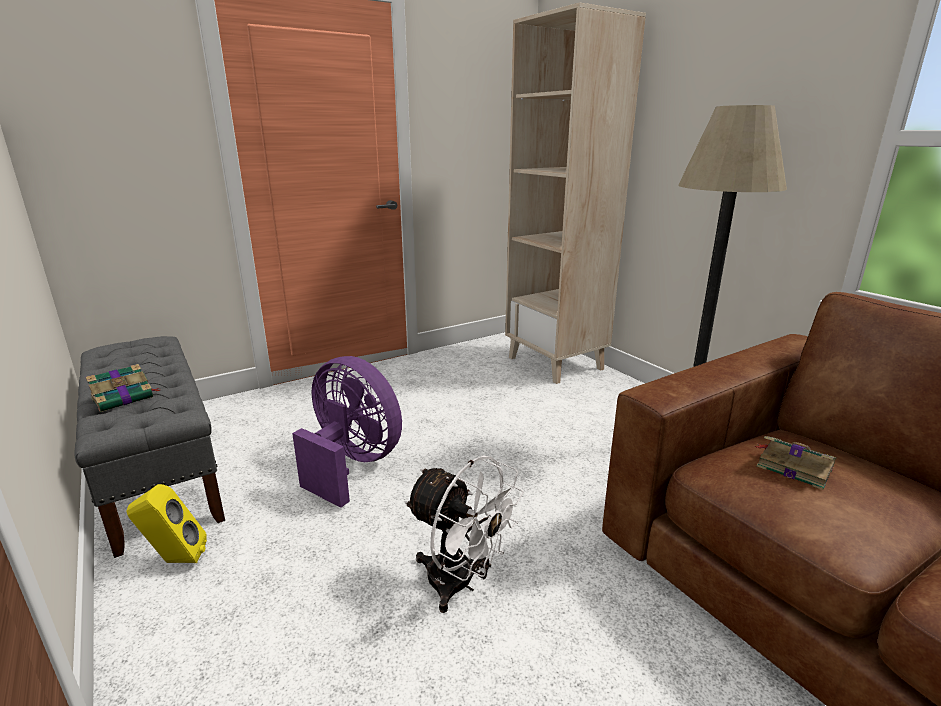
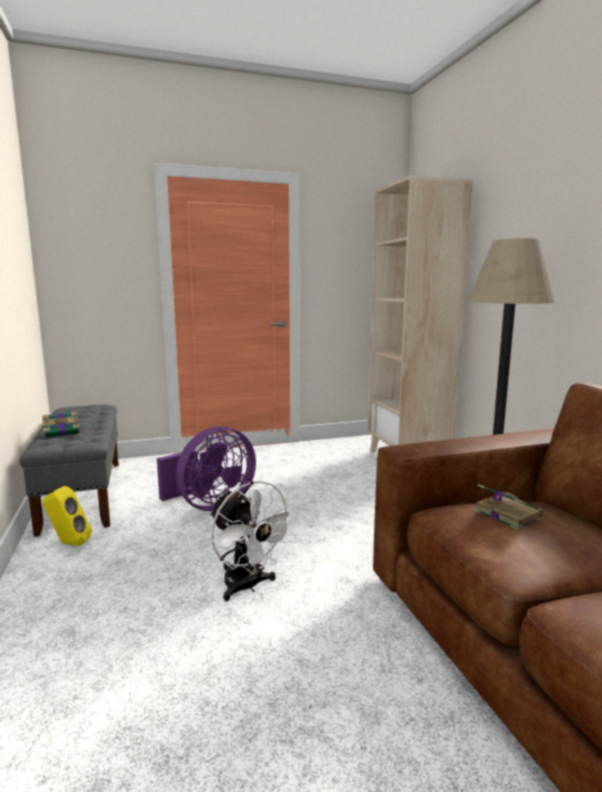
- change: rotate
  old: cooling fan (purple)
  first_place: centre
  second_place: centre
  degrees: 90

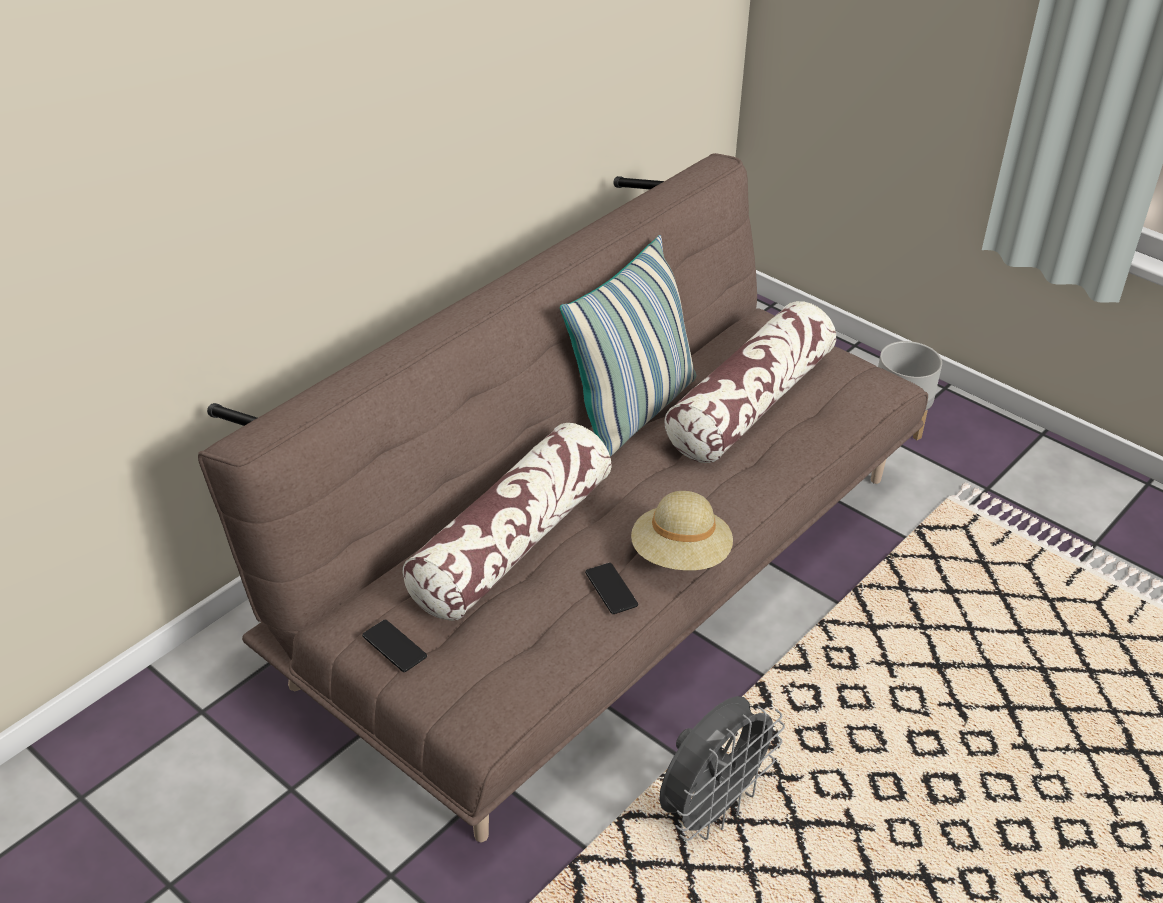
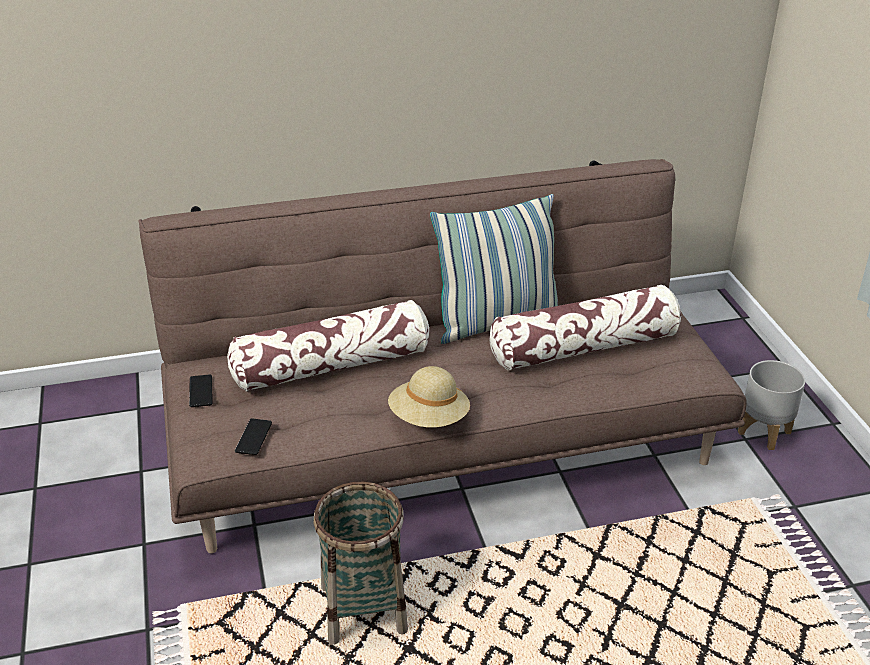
- change: move
  old: handset (2nd from left)
  first_place: centre
  second_place: middle left
- change: replace
  old: cooling fan (gray)
  new: basket
  first_place: bottom centre
  second_place: bottom centre

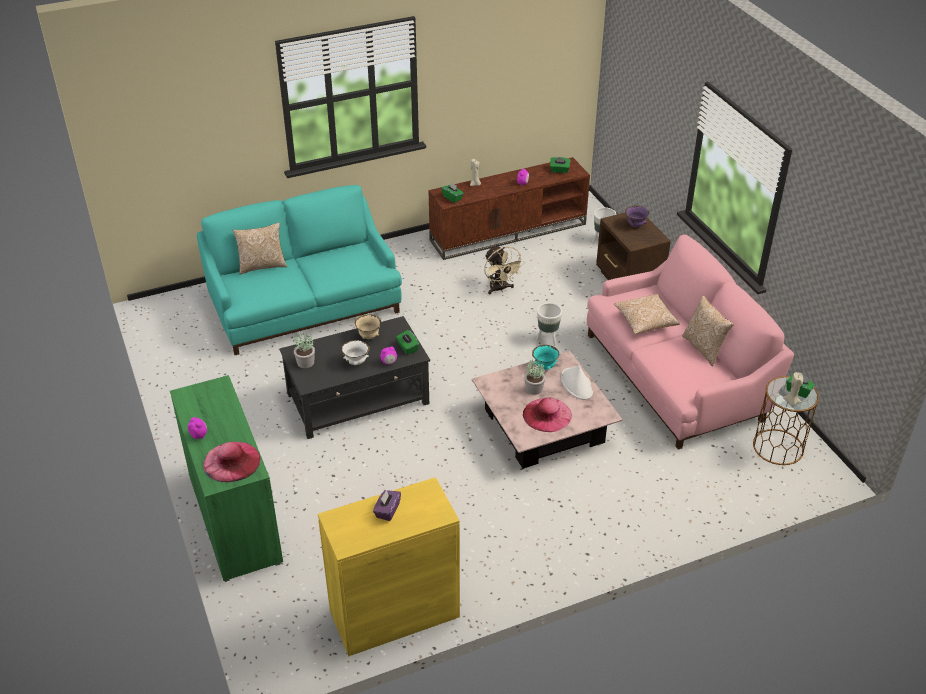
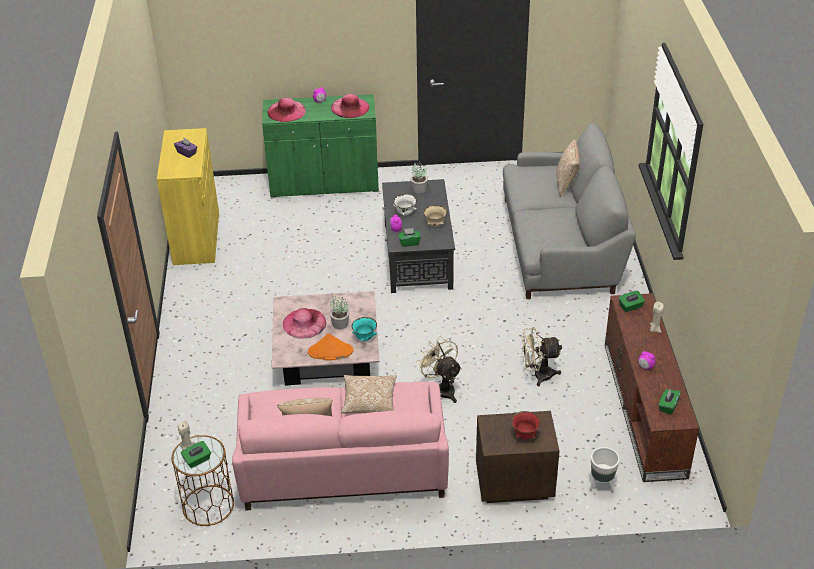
- change: insert
  new: clothing hat (pink-coloured) (3rd from left)
  second_place: top centre
- change: replace
  old: planter (white-coloured) (1st from left)
  new: cooling fan (beige-coloured) (1st from left)
  first_place: centre
  second_place: centre
- change: recolor
  old: settee (turquoise)
  new: settee (gray)
  first_place: middle left
  second_place: middle right
- change: recolor
  old: clothing hat (white-coloured)
  new: clothing hat (orange)
  first_place: centre
  second_place: centre
- change: recolor
  old: bowl (purple)
  new: bowl (red)
  first_place: top right
  second_place: bottom centre

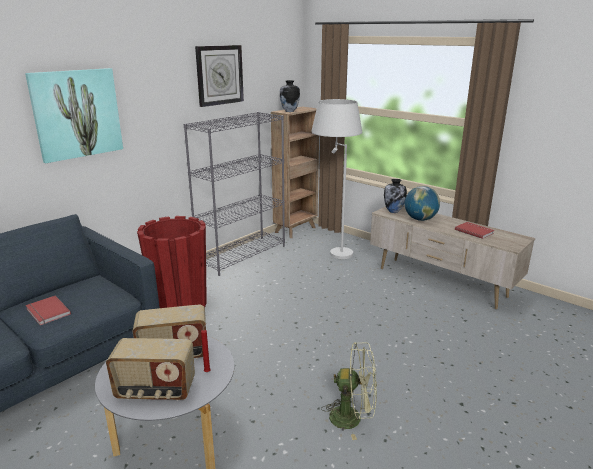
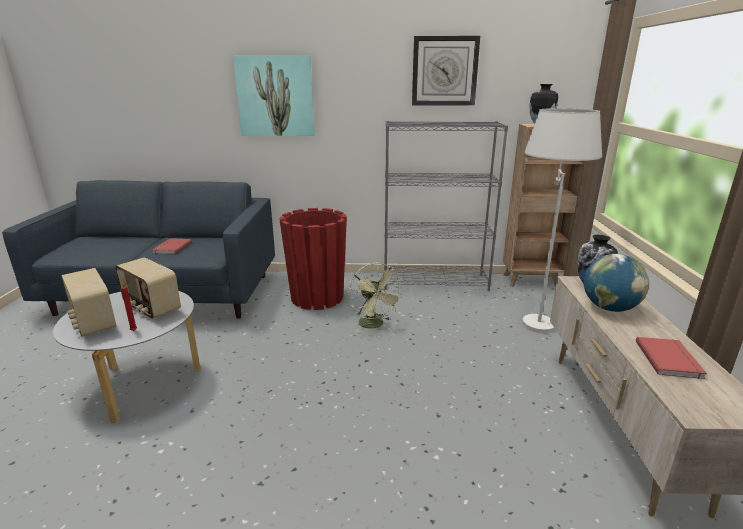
- change: move
  old: cooling fan (green-coloured)
  first_place: bottom centre
  second_place: centre

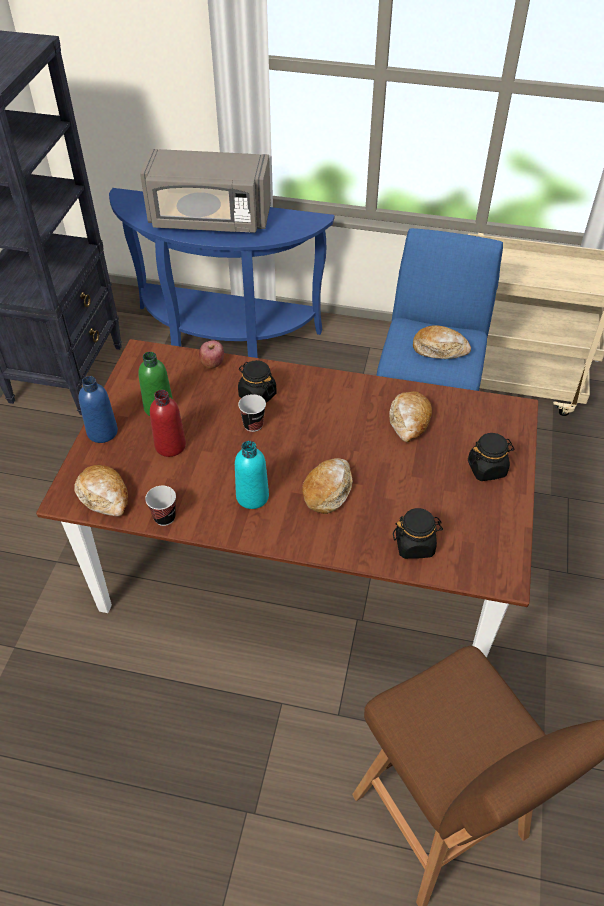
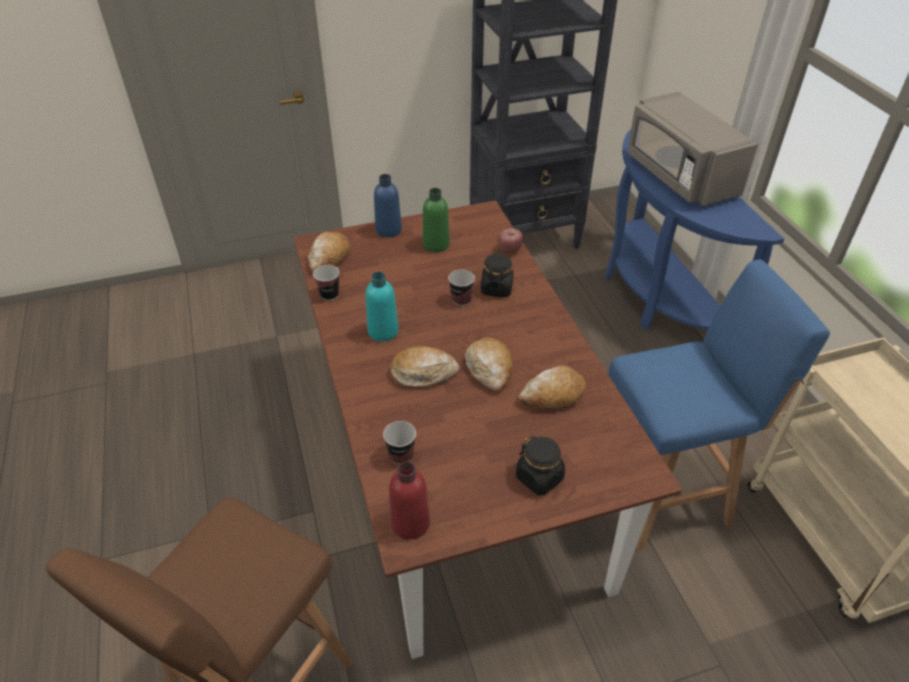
- change: move
  old: beverage bottle (red)
  first_place: middle left
  second_place: bottom centre
- change: move
  old: baked bread (4th from left in the first image)
  new: baked bread (3rd from left)
  first_place: middle right
  second_place: centre
- change: replace
  old: preserve jar (black) (2nd from left)
  new: small cup (2nd from left)
  first_place: middle right
  second_place: centre

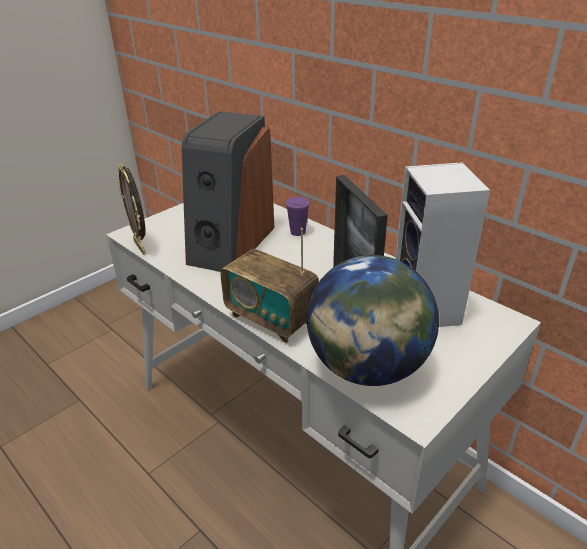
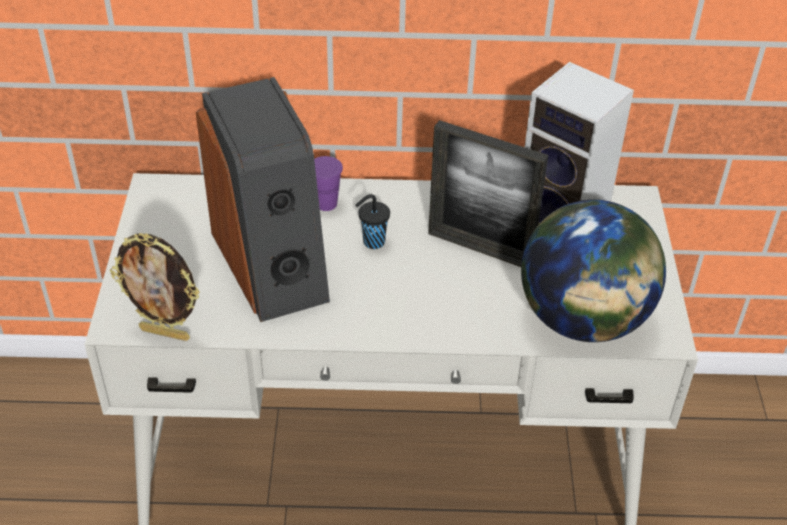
- change: delete
  old: radio set
  first_place: centre
- change: insert
  new: small cup (black)
  second_place: centre

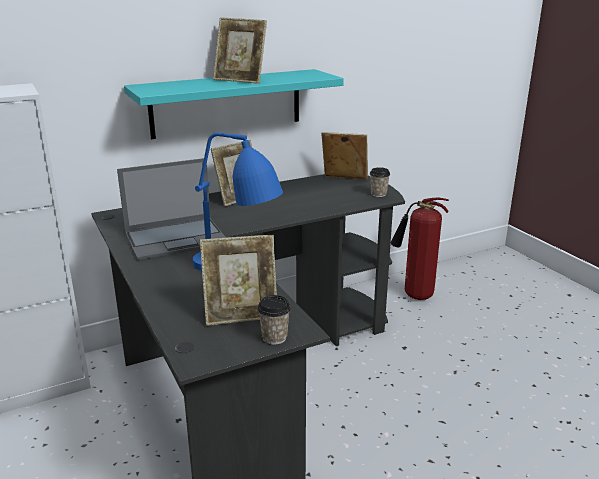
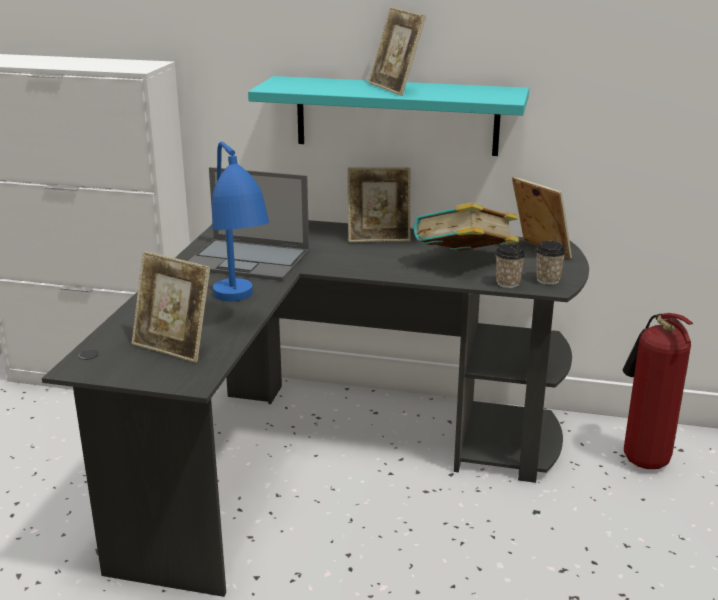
- change: insert
  new: volume
  second_place: centre
- change: move
  old: small cup (1st from left)
  first_place: bottom centre
  second_place: middle right

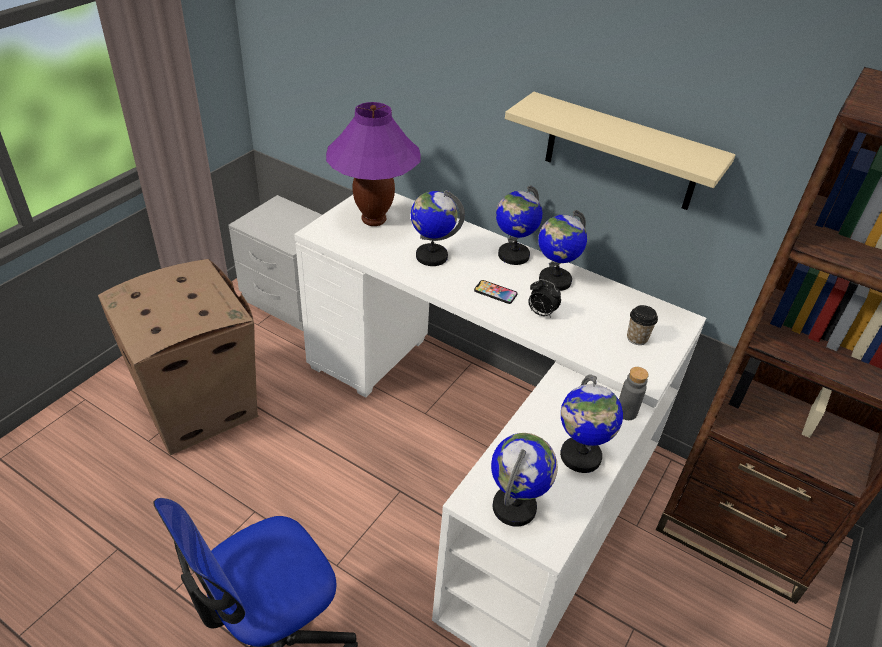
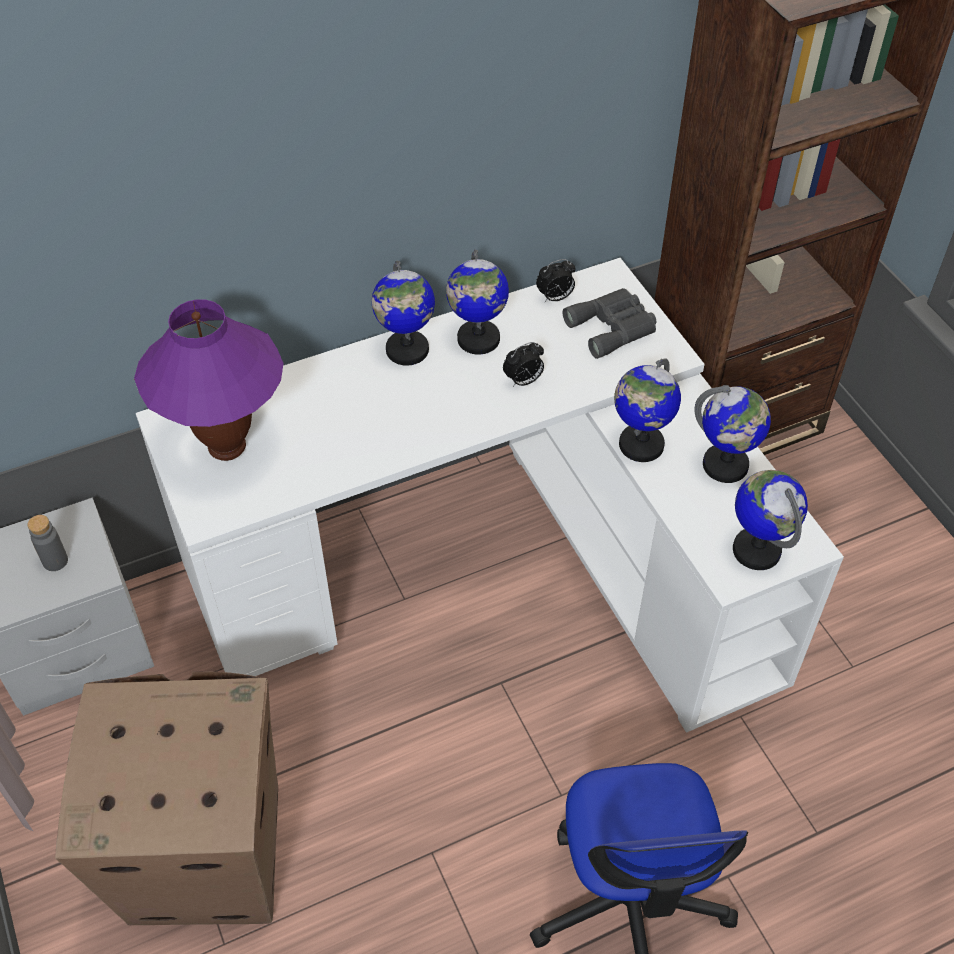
- change: delete
  old: handset
  first_place: centre
- change: delete
  old: bracket shelf (beige-coloured)
  first_place: top right
- change: insert
  new: bedside clock (2nd from left)
  second_place: top centre
- change: move
  old: globe (1st from left in the first image)
  new: globe (3rd from left)
  first_place: centre
  second_place: middle right
- change: move
  old: beverage bottle (gray)
  first_place: middle right
  second_place: middle left
- change: replace
  old: small cup
  new: binoculars (gray)
  first_place: middle right
  second_place: centre

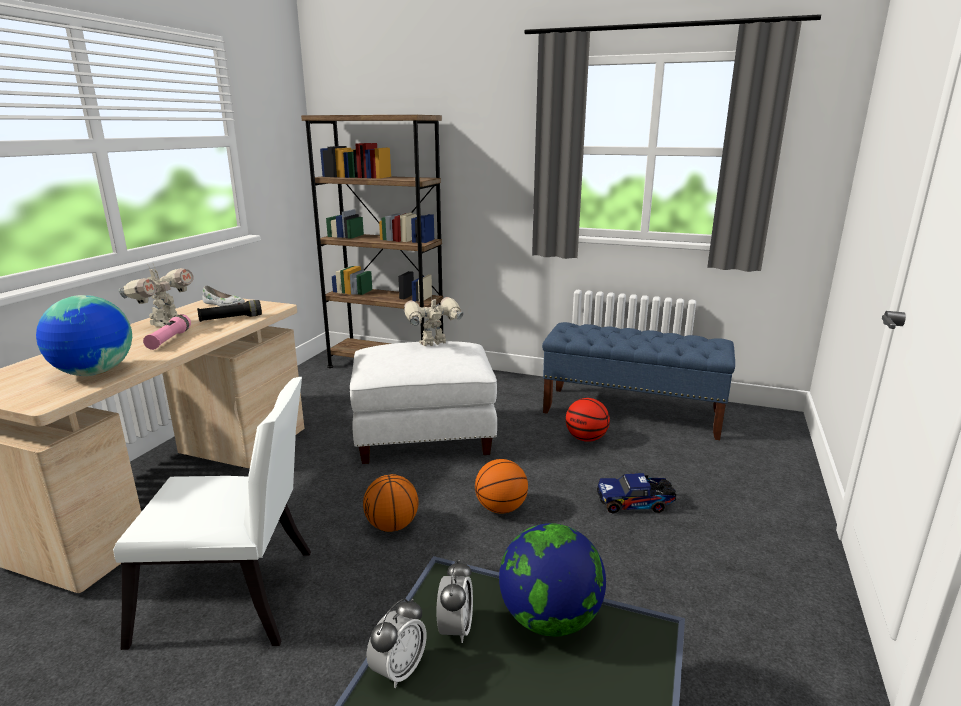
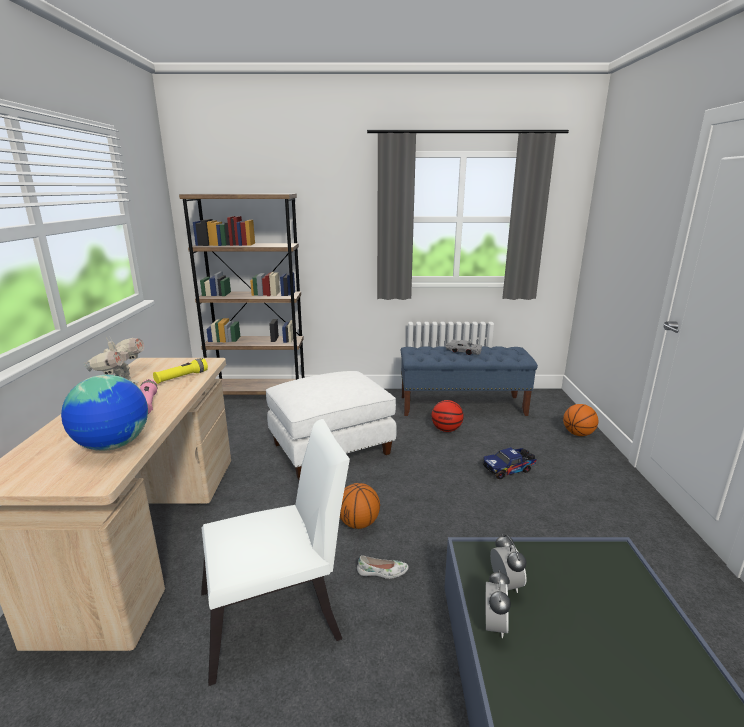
- change: delete
  old: toy robot (2nd from left)
  first_place: centre
- change: delete
  old: globe (2nd from left)
  first_place: bottom centre
- change: insert
  new: miniature car (gray)
  second_place: centre
- change: move
  old: low shoe (white-coloured)
  first_place: middle left
  second_place: bottom centre
- change: move
  old: basketball (2nd from left in the first image)
  new: basketball (3rd from left)
  first_place: bottom centre
  second_place: middle right
- change: recolor
  old: torch (black)
  new: torch (yellowish)
  first_place: middle left
  second_place: middle left

